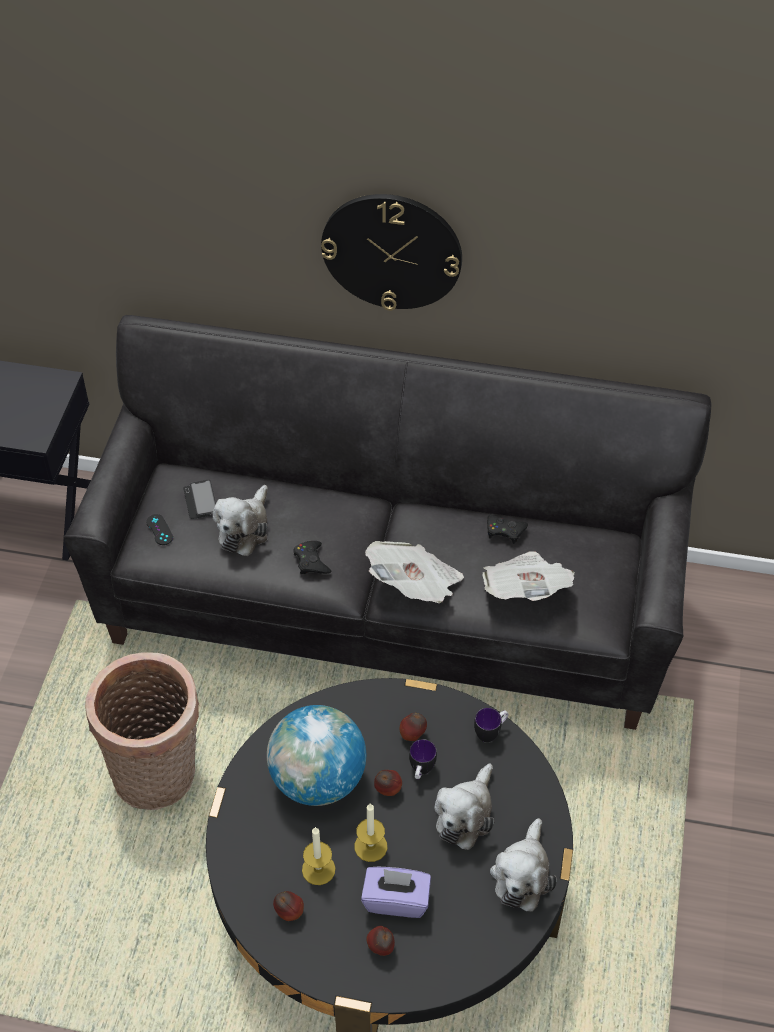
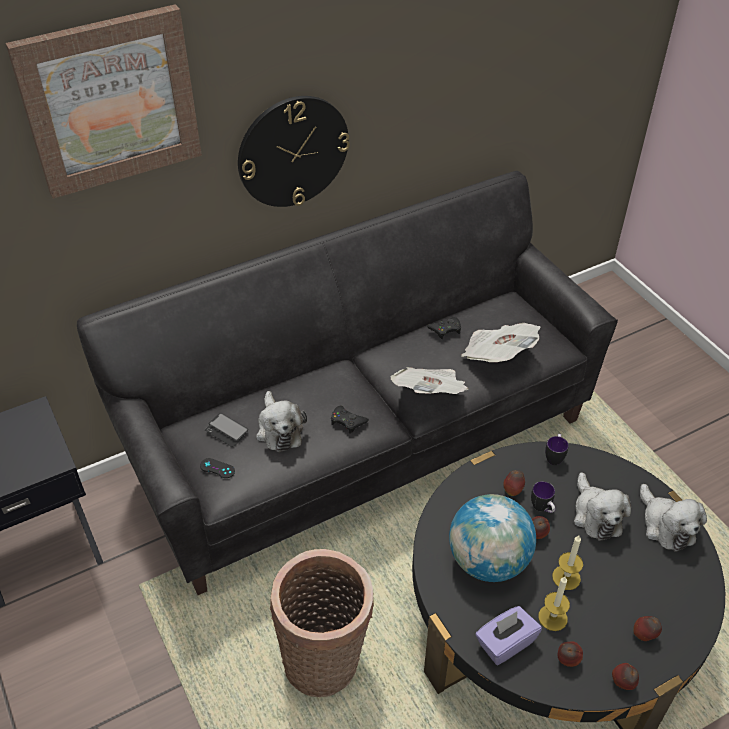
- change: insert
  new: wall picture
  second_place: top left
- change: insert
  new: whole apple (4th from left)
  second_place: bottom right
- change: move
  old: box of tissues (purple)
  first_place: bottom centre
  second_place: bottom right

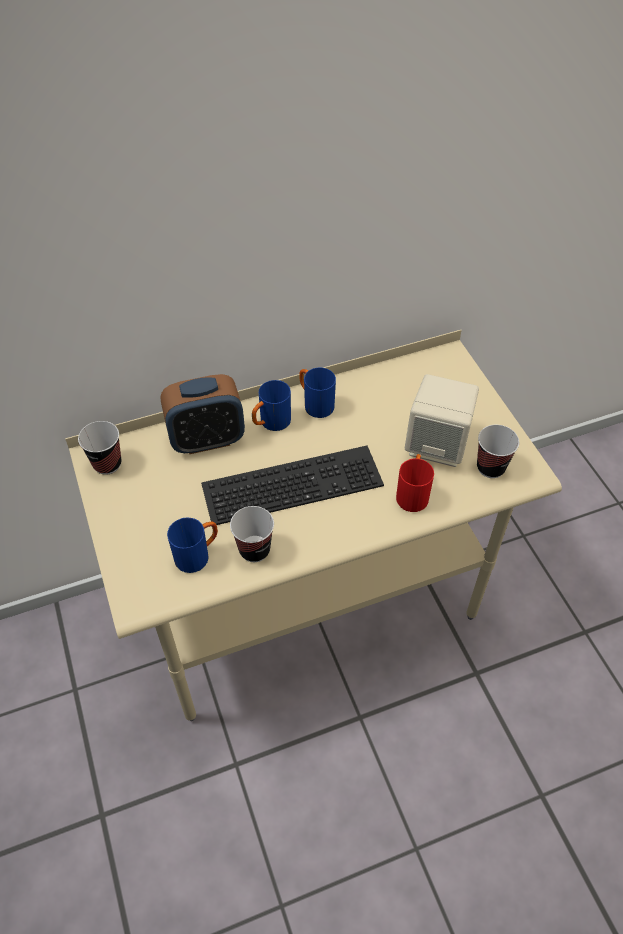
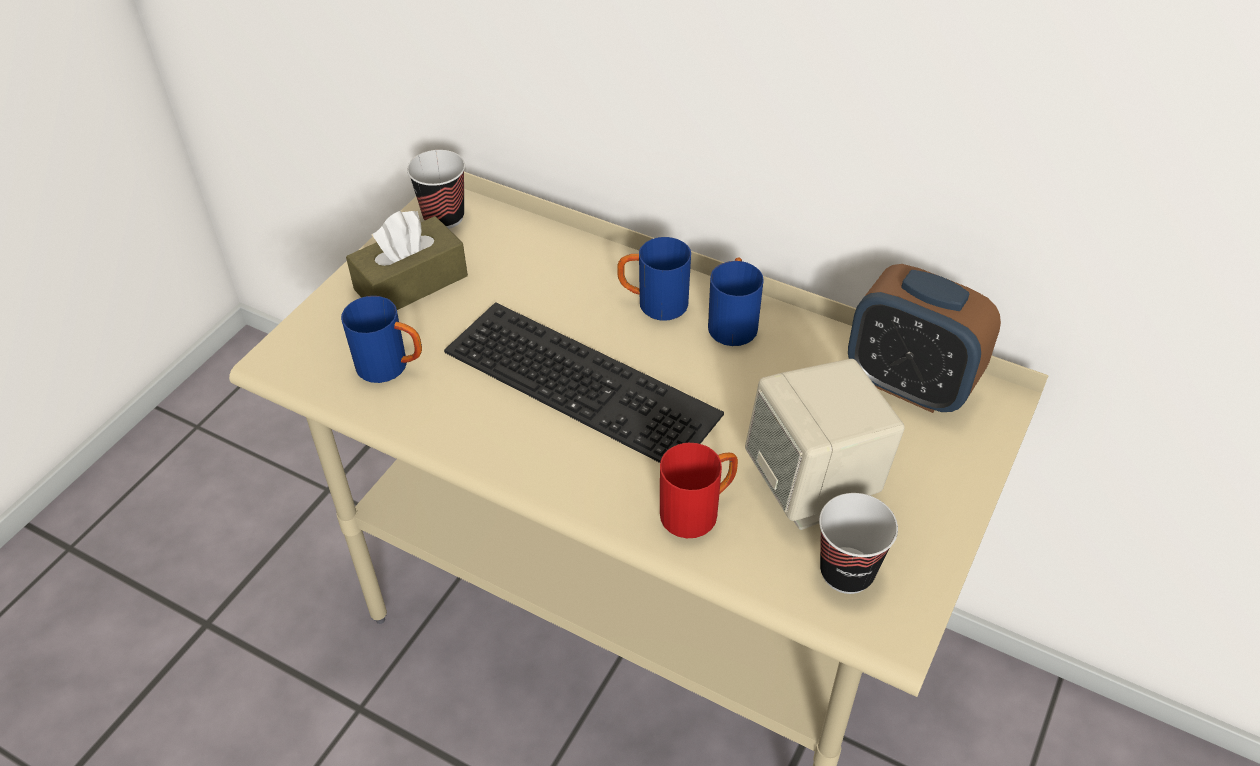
- change: delete
  old: small cup (2nd from left)
  first_place: centre
- change: insert
  new: box of tissues (brown)
  second_place: middle left
- change: move
  old: bedside clock
  first_place: middle left
  second_place: middle right

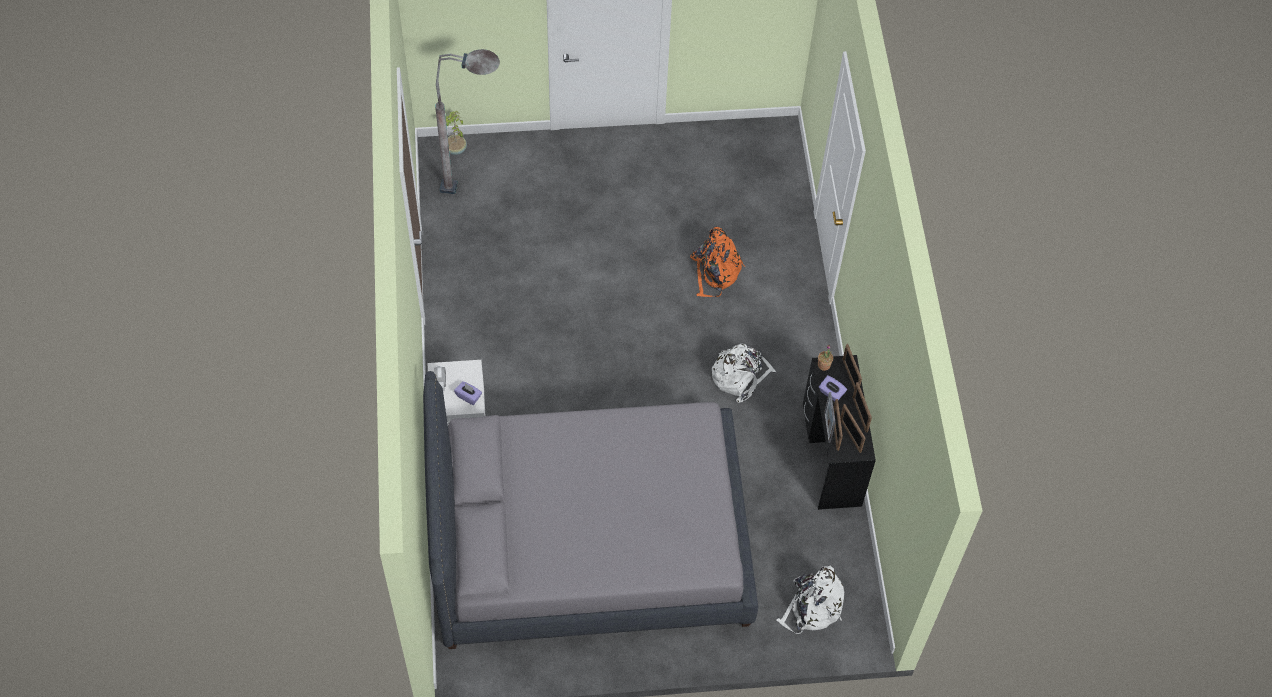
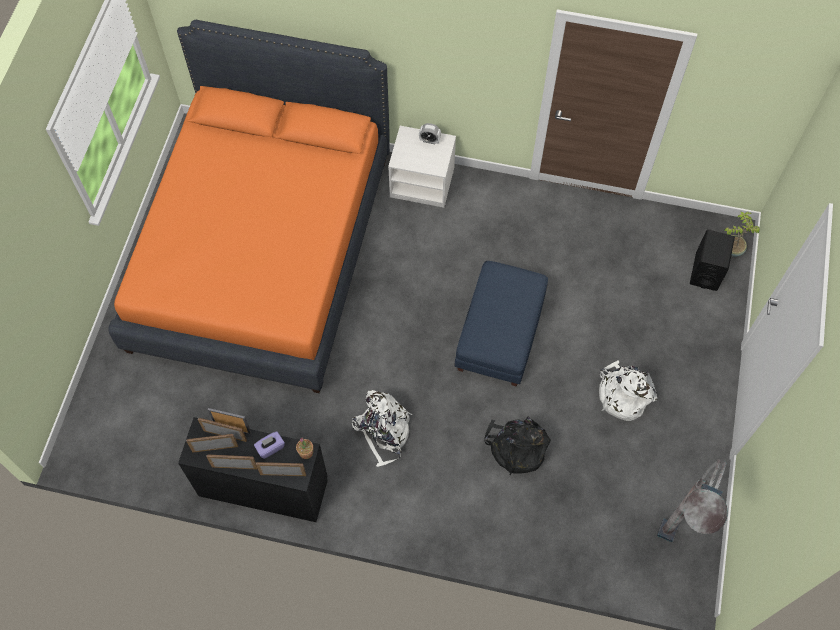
- change: delete
  old: box of tissues (purple) (1st from left)
  first_place: centre
- change: insert
  new: ottoman (blue)
  second_place: centre
- change: insert
  new: loudspeaker (black)
  second_place: middle right
- change: move
  old: standing lamp (gray)
  first_place: top centre
  second_place: bottom right
- change: move
  old: backpack (white-coloured) (2nd from left)
  first_place: bottom centre
  second_place: middle right
- change: recolor
  old: sleeping bed (gray)
  new: sleeping bed (orange)
  first_place: bottom centre
  second_place: top left
- change: recolor
  old: backpack (orange)
  new: backpack (black)
  first_place: centre
  second_place: bottom centre

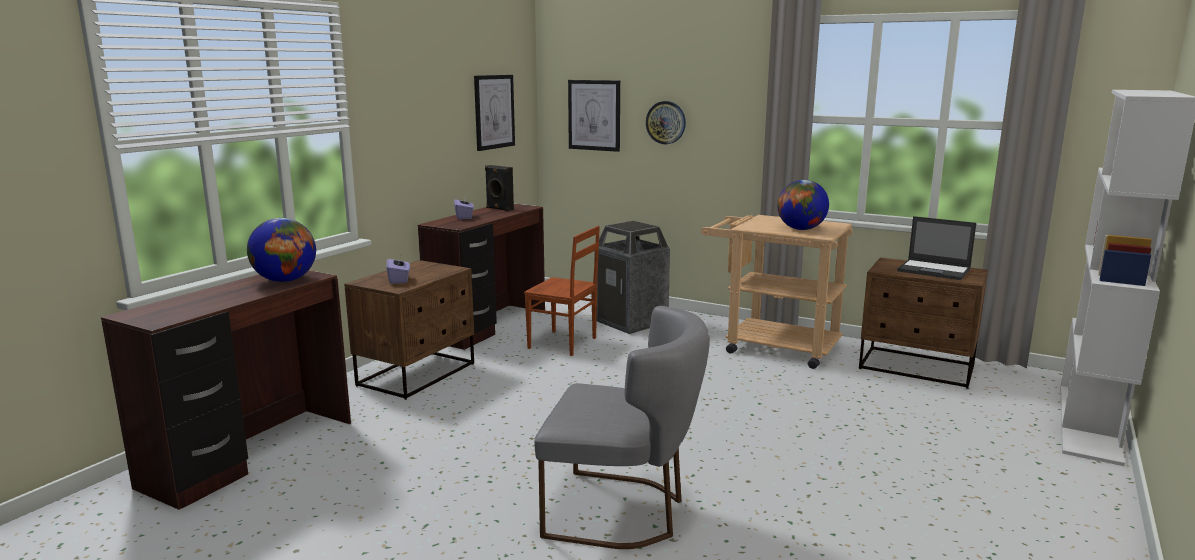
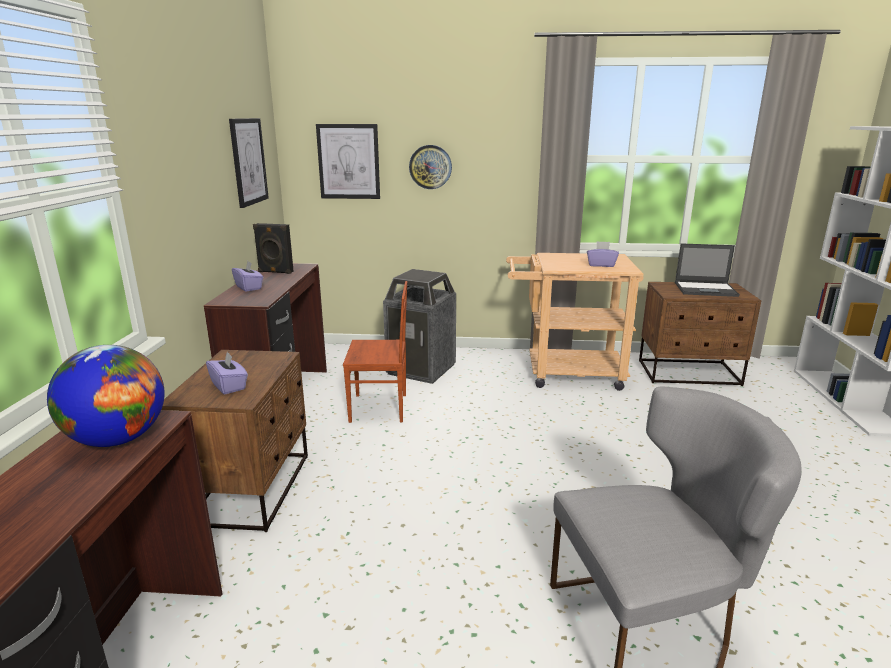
- change: replace
  old: globe (2nd from left)
  new: box of tissues (purple) (3rd from left)
  first_place: middle right
  second_place: middle right

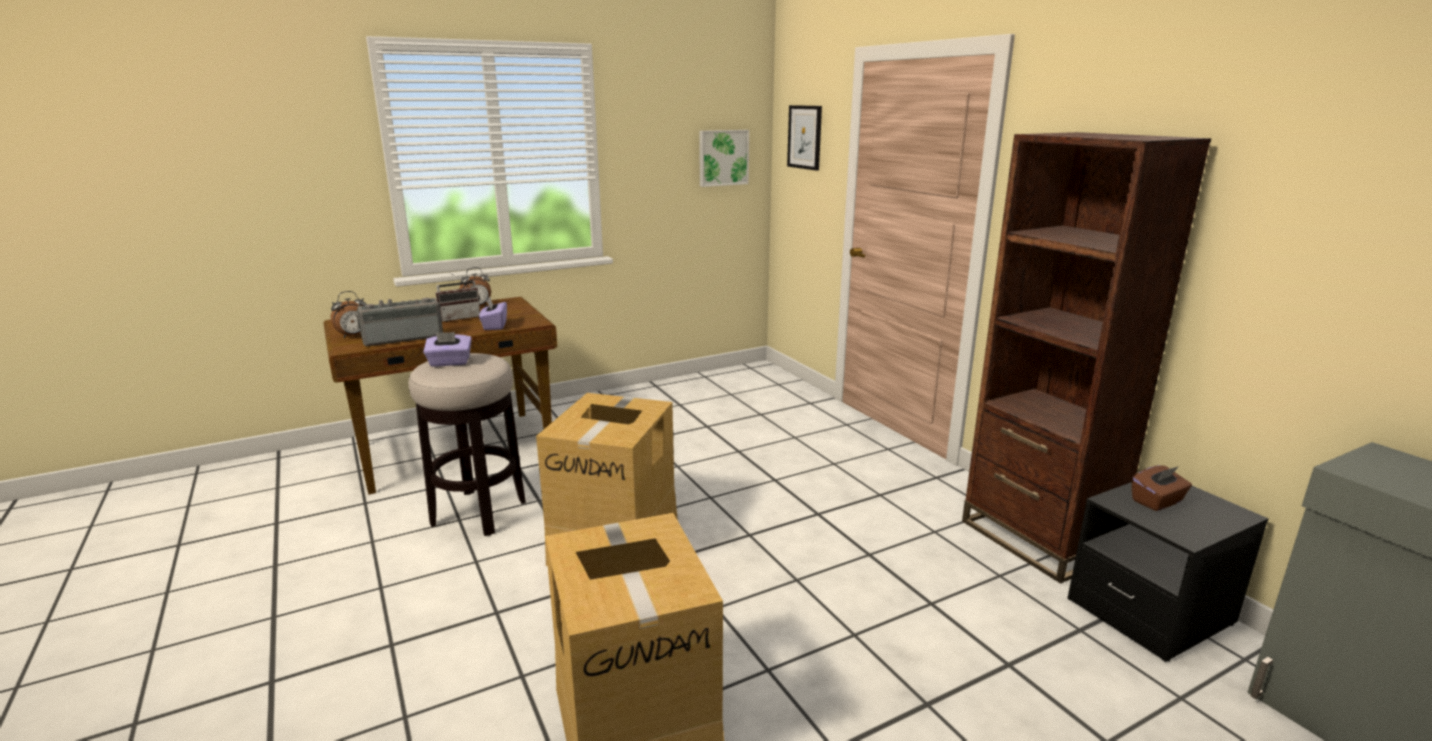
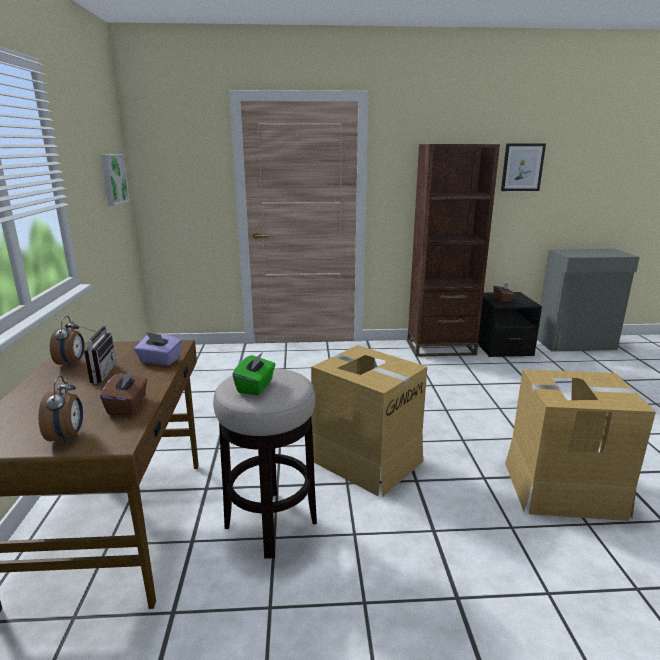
- change: move
  old: wall picture (2nd from left)
  first_place: top centre
  second_place: top right
- change: replace
  old: radio set (1st from left)
  new: box of tissues (brown) (1st from left)
  first_place: middle left
  second_place: middle left
- change: recolor
  old: box of tissues (purple) (1st from left)
  new: box of tissues (green-coloured)
  first_place: middle left
  second_place: centre

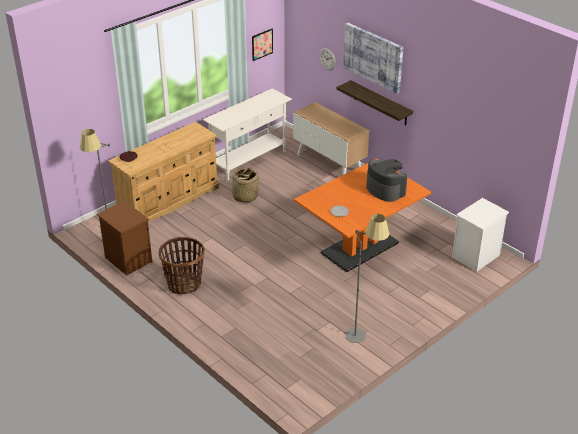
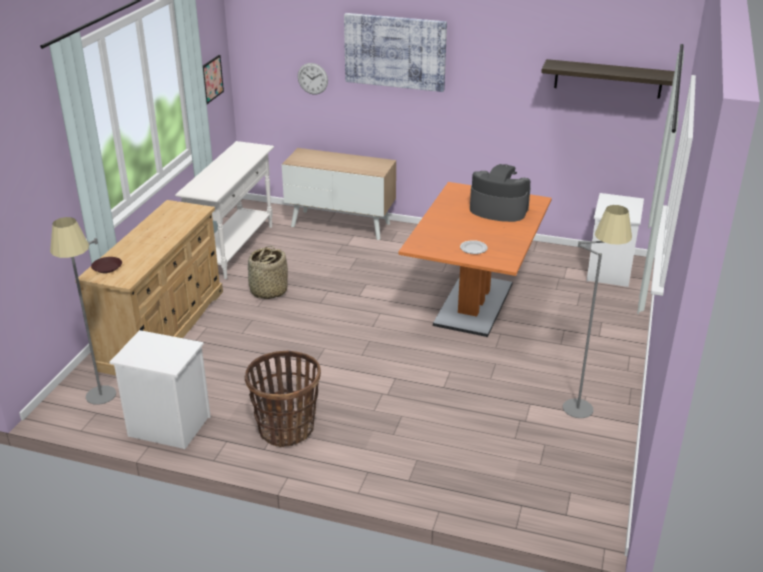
- change: move
  old: bracket shelf
  first_place: top centre
  second_place: top right
- change: recolor
  old: night table (brown)
  new: night table (white-coloured) (1st from left)
  first_place: middle left
  second_place: bottom left

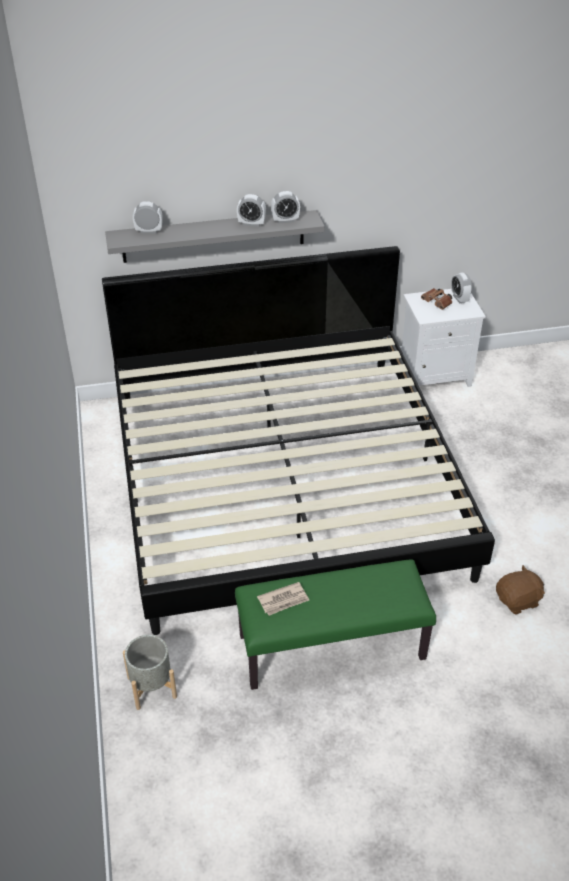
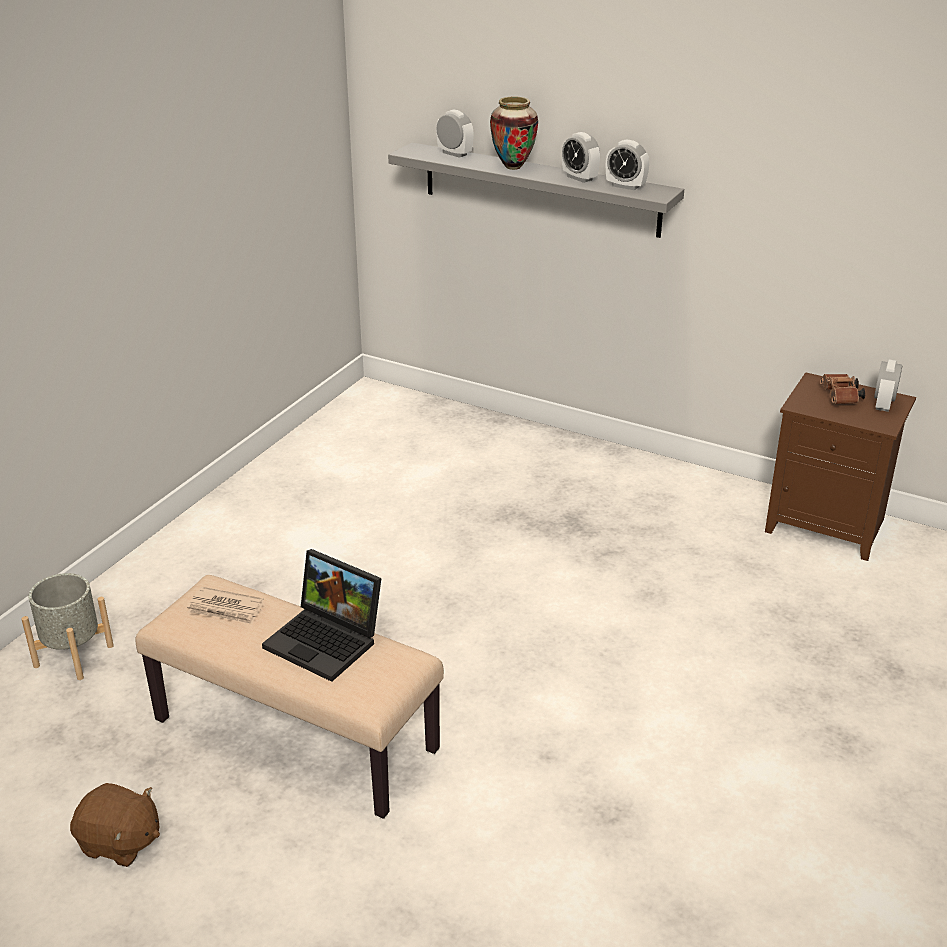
- change: delete
  old: sleeping bed
  first_place: centre
- change: insert
  new: notebook computer
  second_place: centre
- change: insert
  new: decorative vase
  second_place: top centre
- change: move
  old: plush toy (brown)
  first_place: bottom right
  second_place: bottom left
- change: recolor
  old: indoor bench (green-coloured)
  new: indoor bench (beige-coloured)
  first_place: bottom centre
  second_place: bottom left
- change: recolor
  old: night table (white-coloured)
  new: night table (brown)
  first_place: middle right
  second_place: middle right

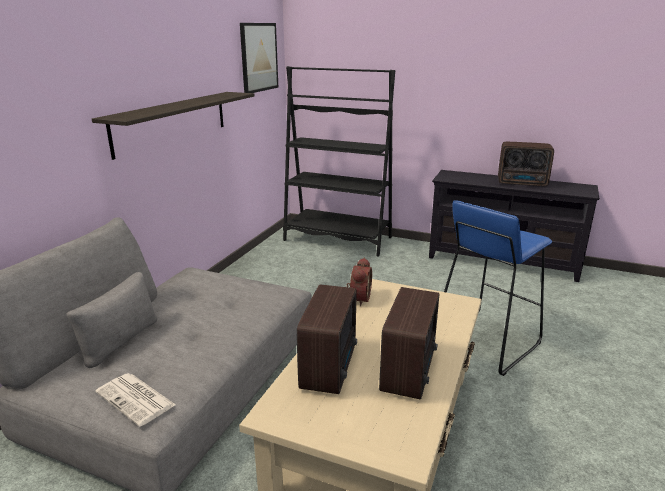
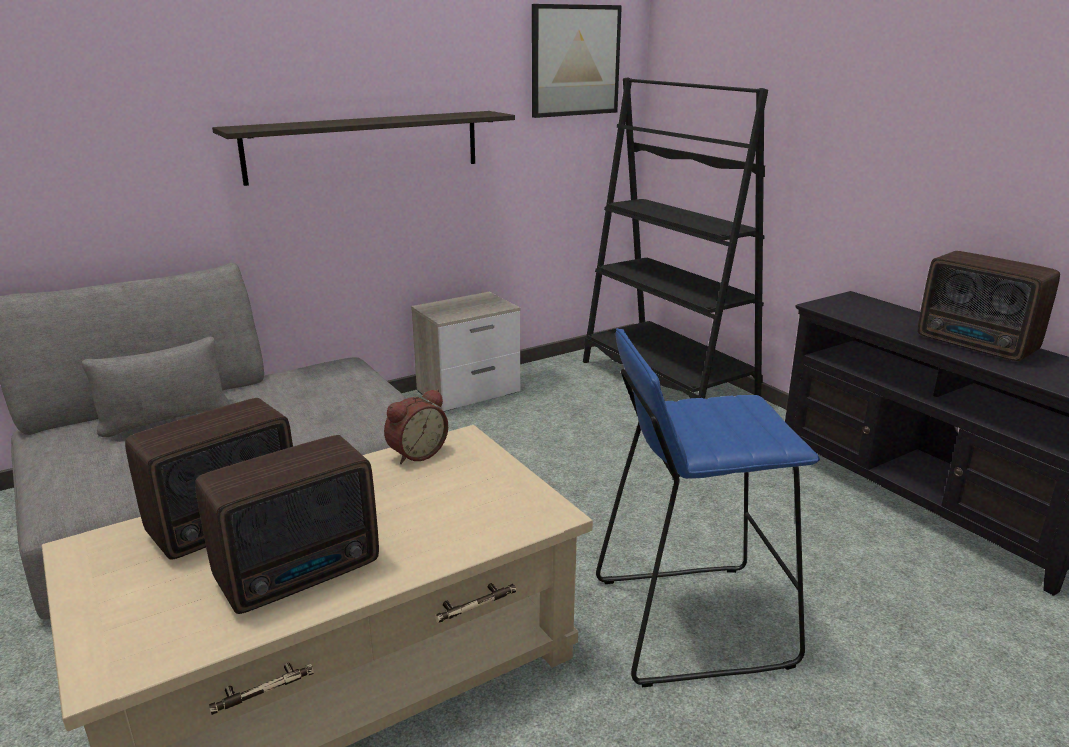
- change: delete
  old: newspaper
  first_place: bottom left
- change: insert
  new: night table
  second_place: centre

